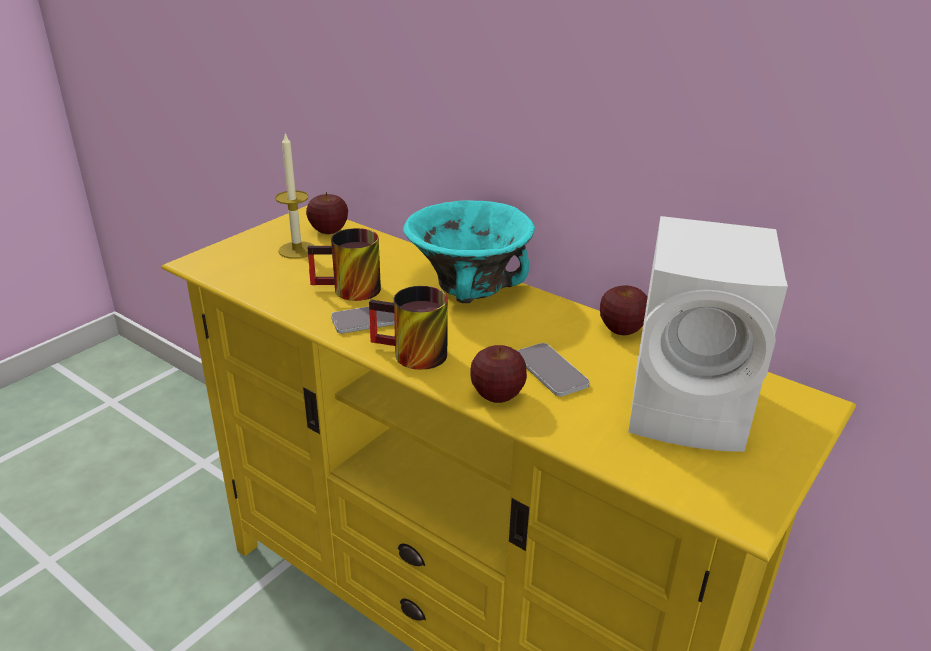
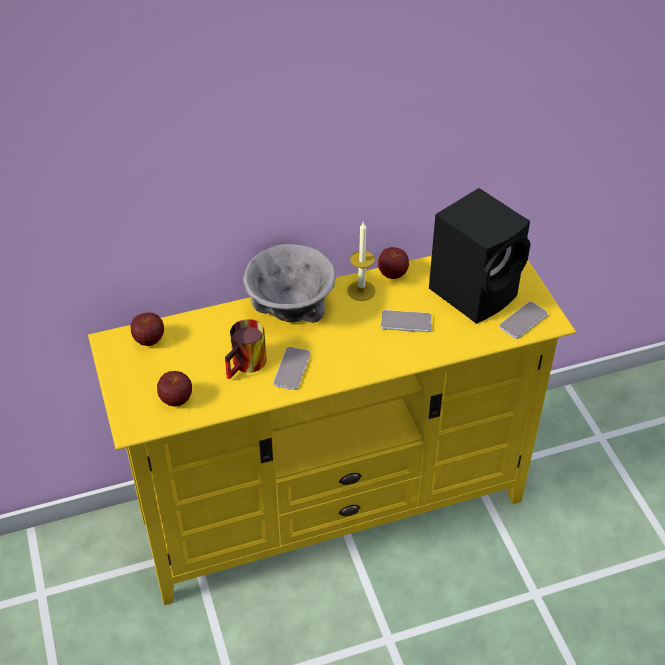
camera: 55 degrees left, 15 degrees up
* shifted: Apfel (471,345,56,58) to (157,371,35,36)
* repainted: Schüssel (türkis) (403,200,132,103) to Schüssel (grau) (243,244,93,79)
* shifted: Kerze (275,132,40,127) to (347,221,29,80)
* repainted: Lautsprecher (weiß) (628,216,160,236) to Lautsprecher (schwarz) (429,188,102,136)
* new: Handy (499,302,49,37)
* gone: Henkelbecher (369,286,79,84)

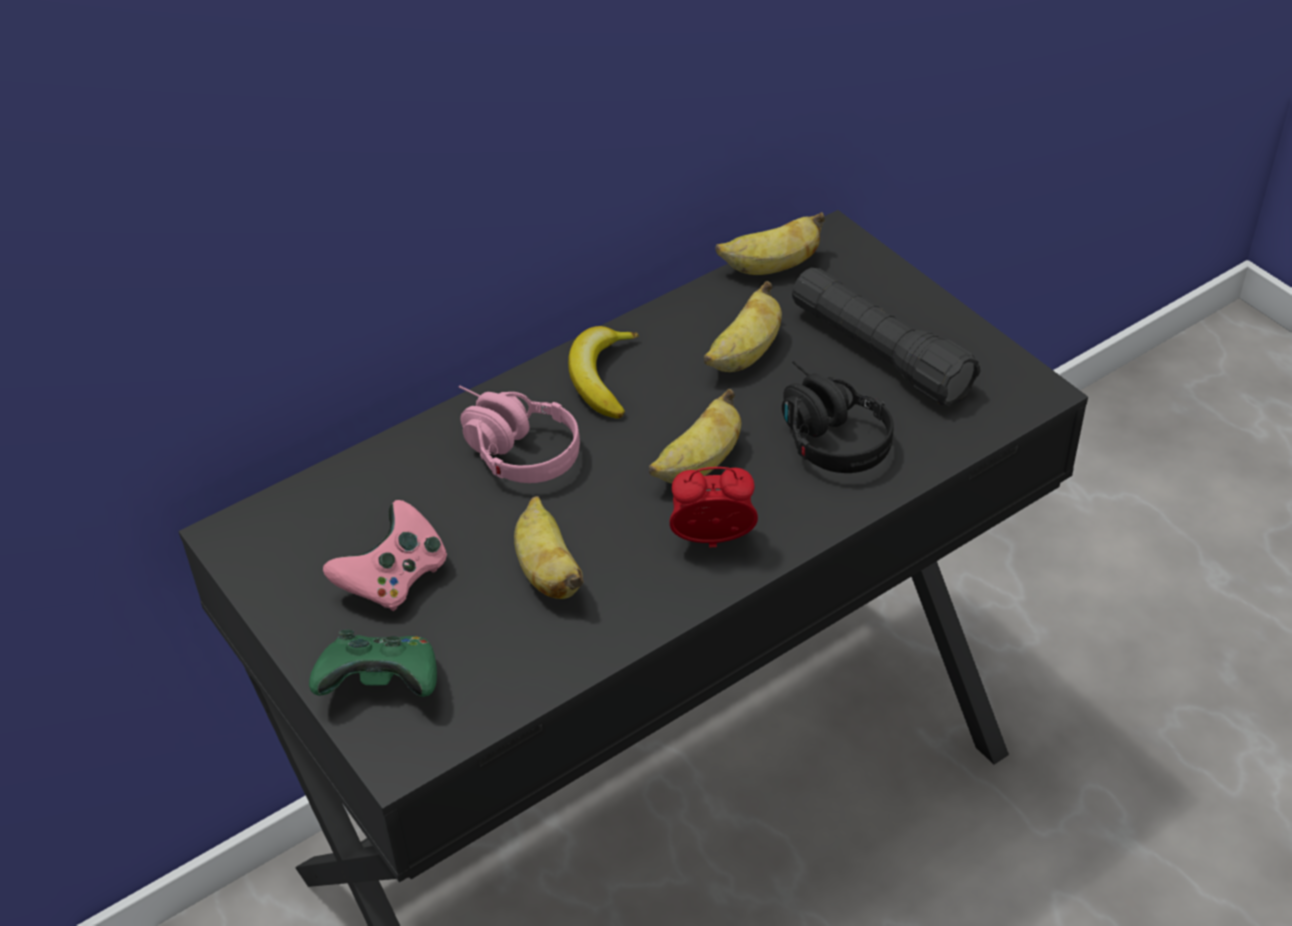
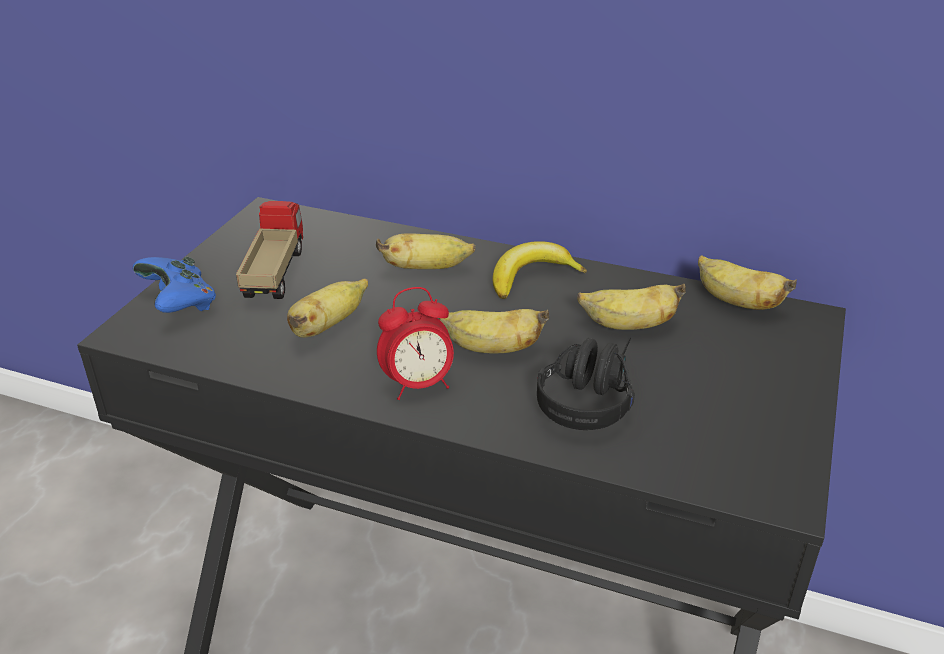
camera: 55 degrees right, 10 degrees down
* repainted: Gamepad (grün) (309,629,128,68) to Gamepad (blau) (133,257,83,56)
* swapped: Gamepad (rosa) (323,500,124,111) to Spielzeuglaster (236,201,67,98)
* swapped: Kopfhörer (rosa) (459,385,121,98) to Banane (376,233,99,36)
* rotated: Wecker (670,467,88,80) = (377,287,77,113) 105 degrees clockwise
* gone: Taschenlampe (schwarz) (792,268,189,139)

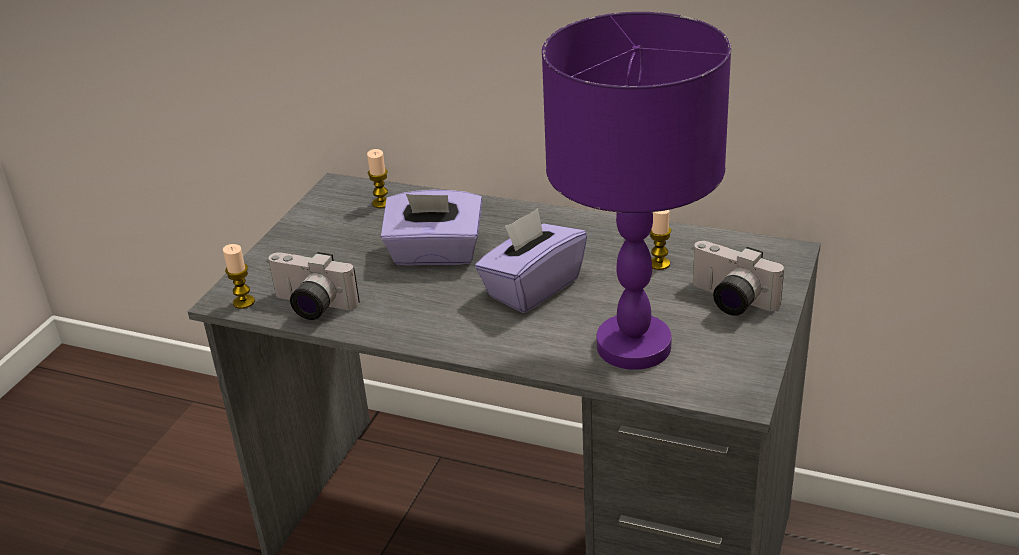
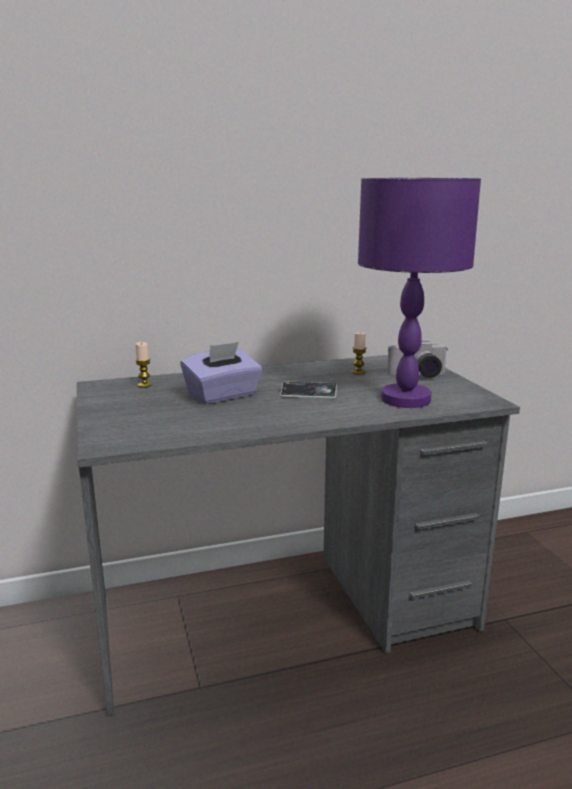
camera: 40 degrees left, 15 degrees down
* swapped: Taschentuchbox (lila) (475,208,112,105) to Handy (281,382,56,17)
* gone: Kerze (223,244,32,65)
* gone: Kamera (267,252,93,68)

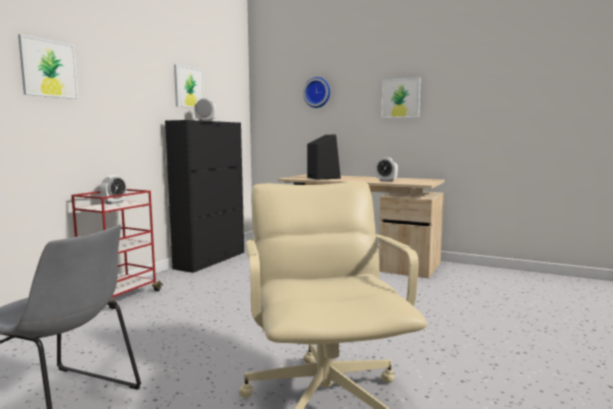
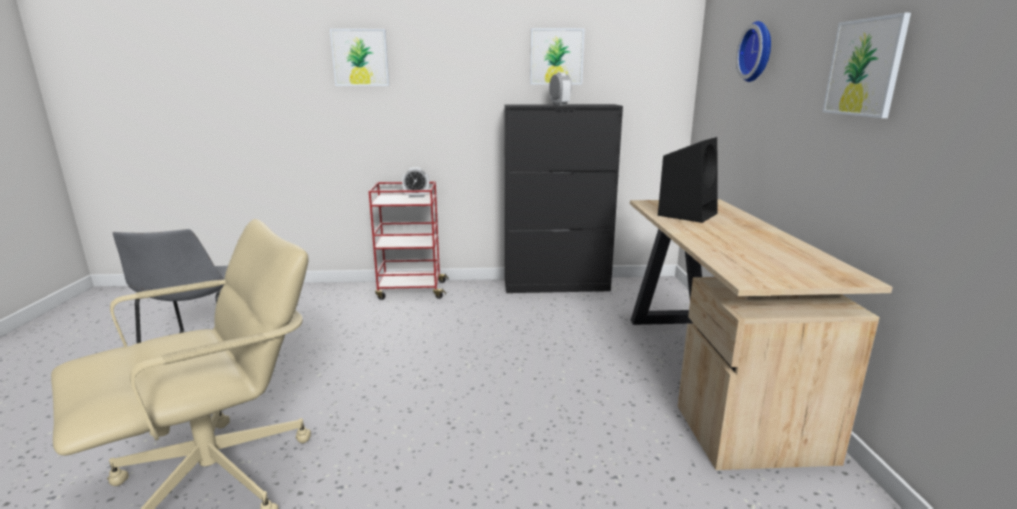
camera: 60 degrees right, 10 degrees up
* gone: Wecker (376,157,22,25)

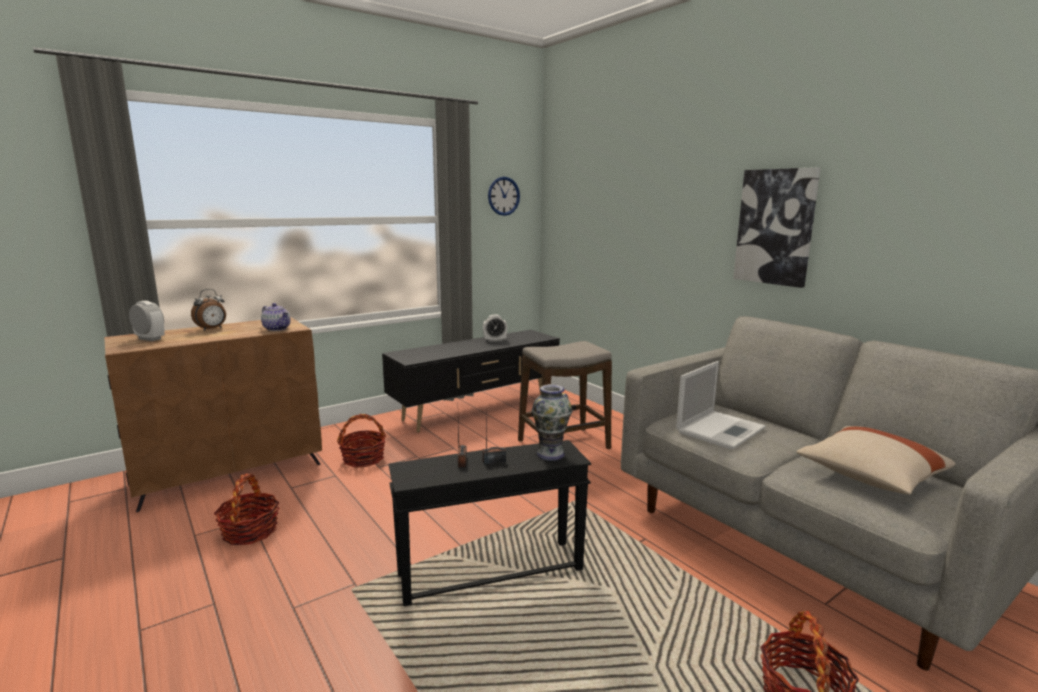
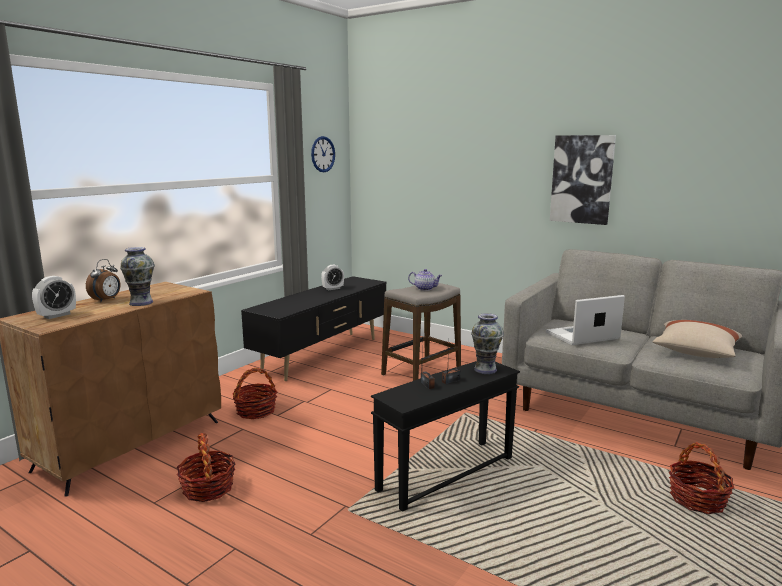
camera: 20 degrees left, 0 degrees up
* rotated: Wecker (129,301,36,40) = (32,276,44,43) 120 degrees clockwise
* new: Vase (120,247,35,59)
* shifted: Teekanne (261,303,29,28) to (408,269,35,22)
* rotated: Laptop (676,361,90,89) = (546,295,79,50) 135 degrees counterclockwise

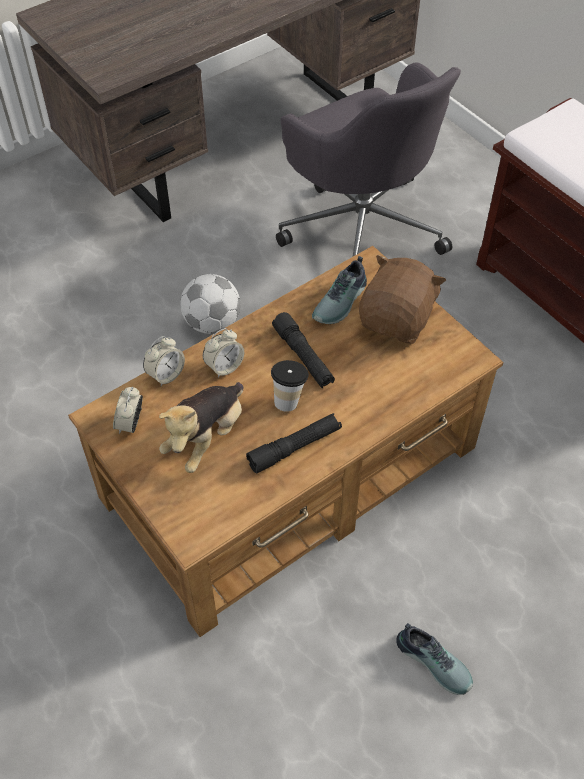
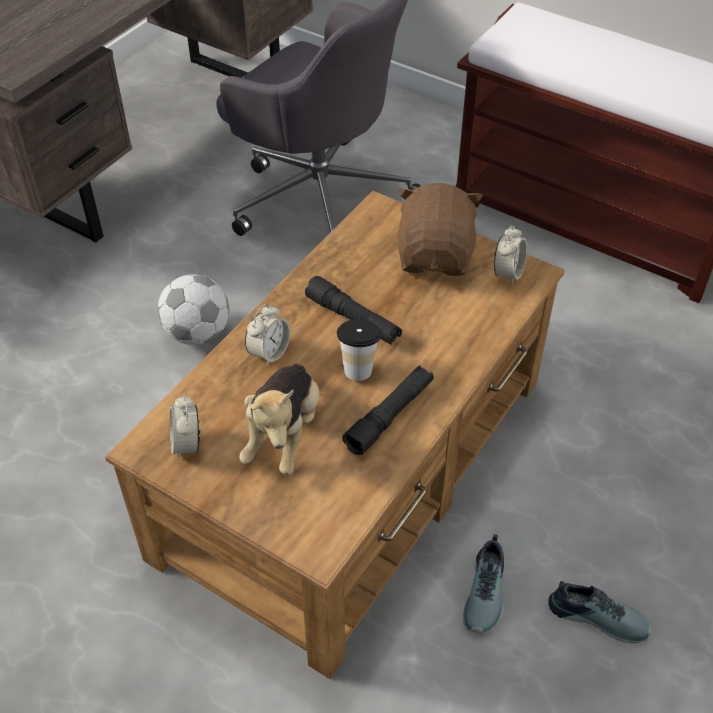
camera: 20 degrees left, 5 degrees down
* shifted: Schuh (312,256,55,68) to (463,534,41,99)
* shifted: Wecker (143,336,42,50) to (494,225,33,60)

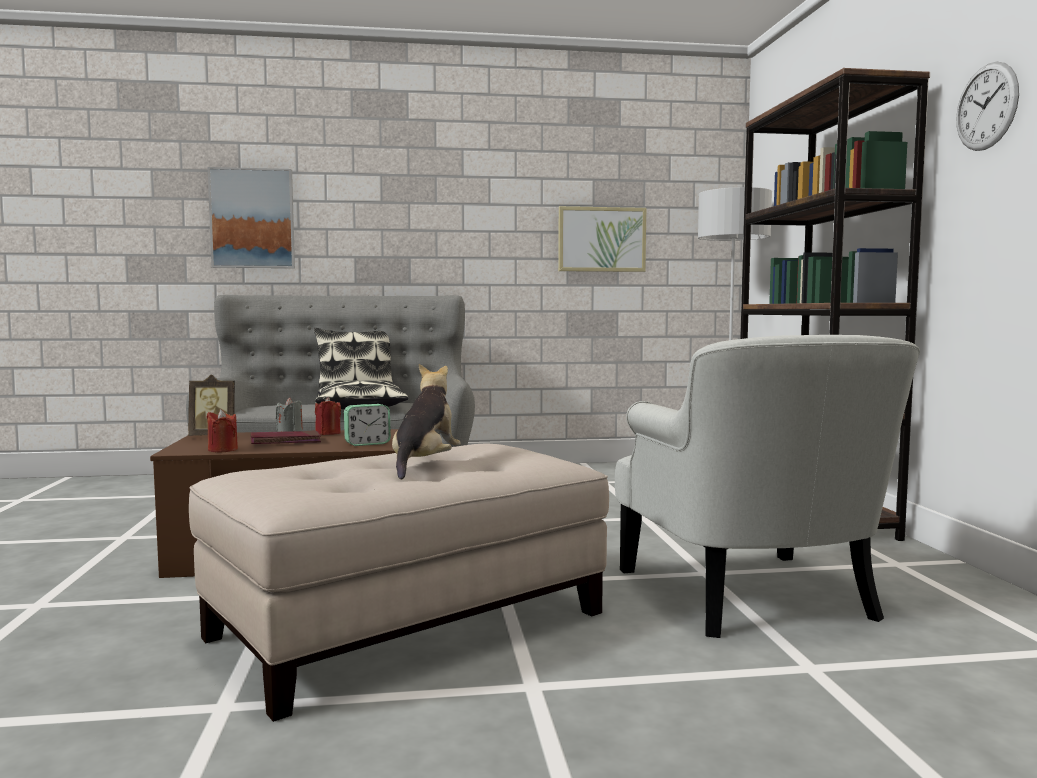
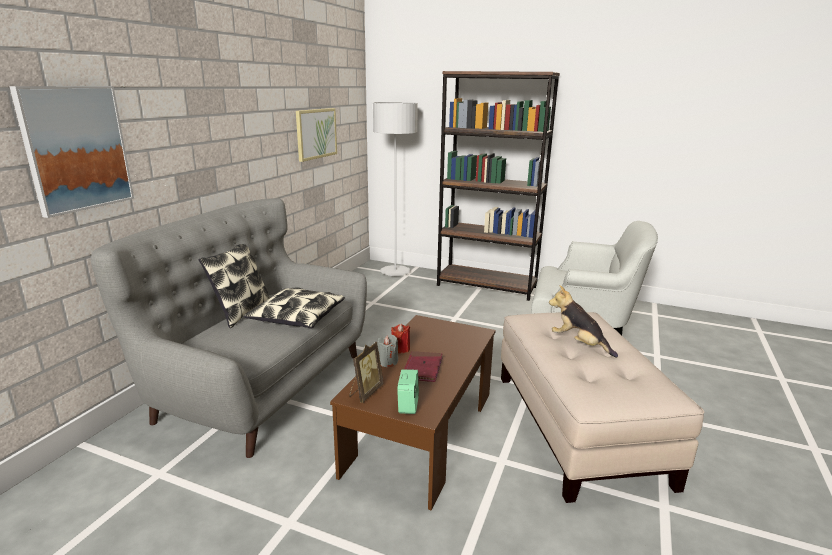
camera: 60 degrees left, 15 degrees up
* shifted: Wecker (344,404,47,42) to (397,369,22,45)
* gone: Kerze (rot) (207,409,31,43)
* gone: Wanduhr (956,62,63,89)

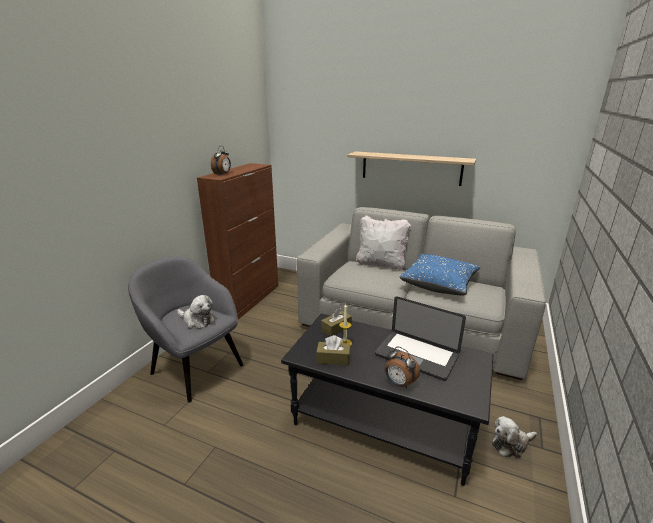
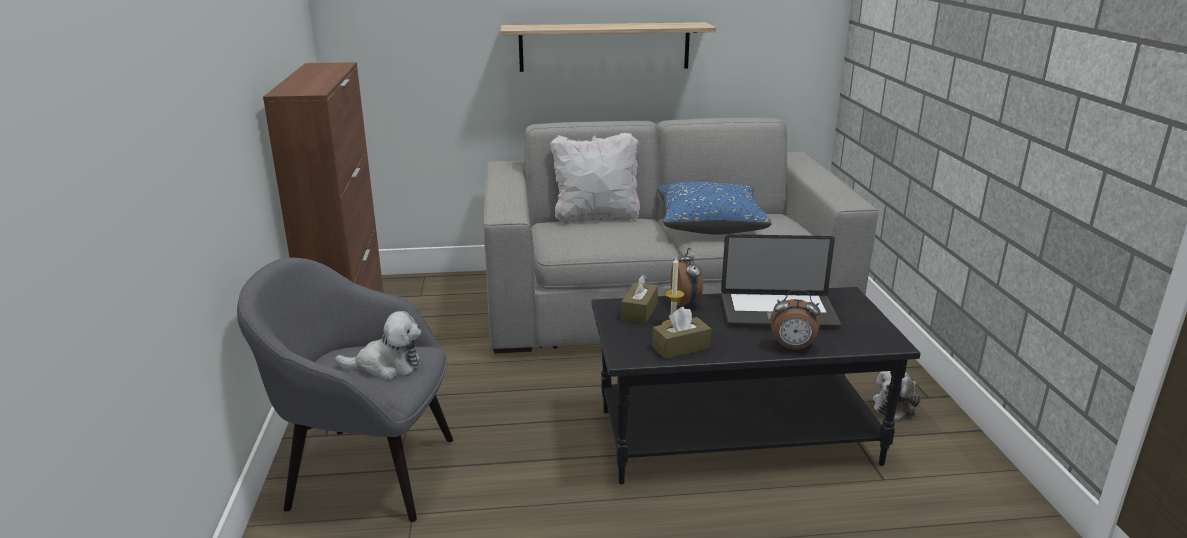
camera: 30 degrees left, 0 degrees up
* shifted: Wecker (211,146,20,30) to (671,248,32,60)

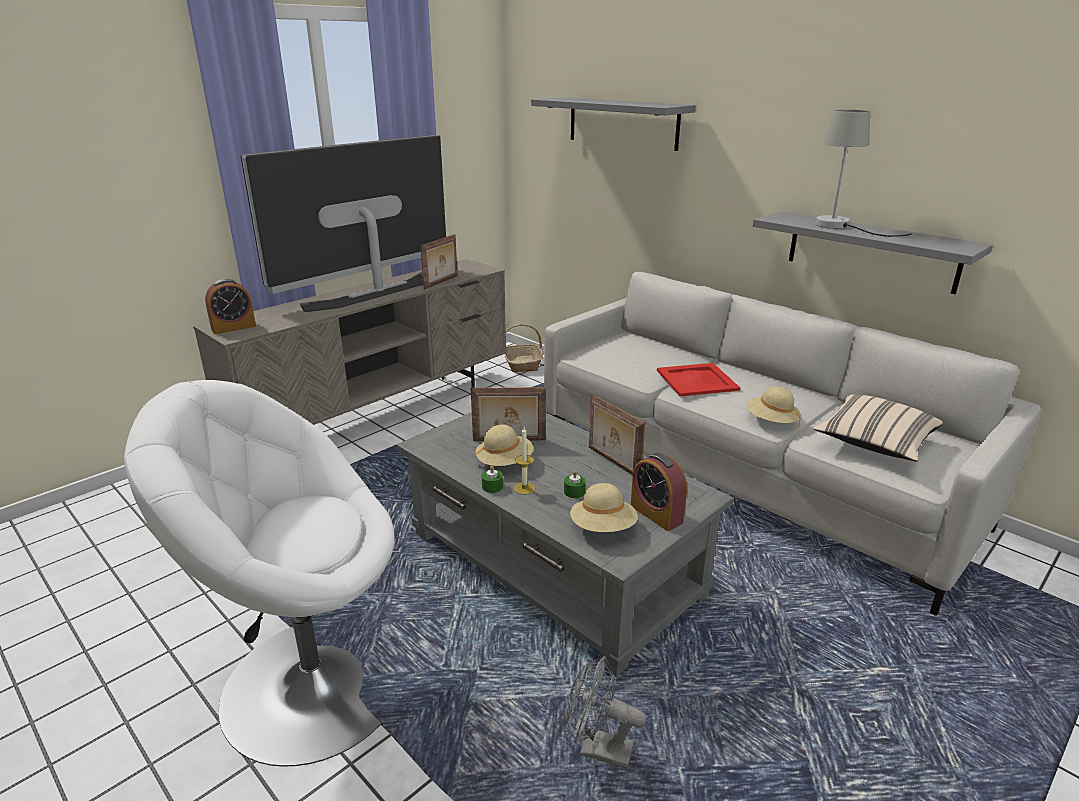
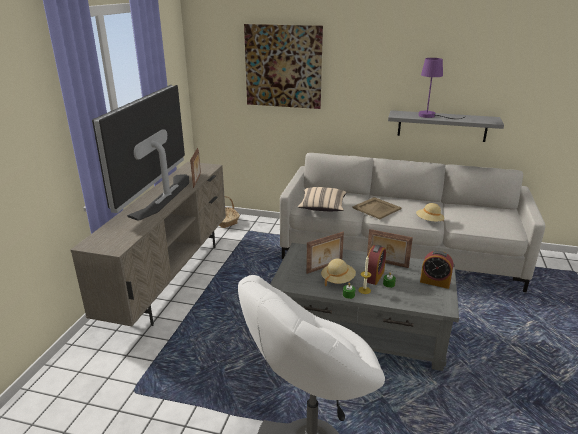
camera: 30 degrees left, 0 degrees up
* swapped: Wandregal (grau) (531,97,165,54) to Bild (244,24,79,85)
* shifted: Kissen (beige) (814,394,129,68) to (298,187,48,24)
* repainted: Tablett (rot) (657,363,83,34) to Tablett (beige) (352,197,50,22)
* shifted: Wecker (205,279,51,55) to (367,245,19,40)
* repainted: Tischlampe (grau) (815,110,97,127) to Tischlampe (lila) (419,58,46,61)
* gone: Ventilator (grau) (566,656,80,113)
* gone: Hut (beige) (570,483,68,49)

